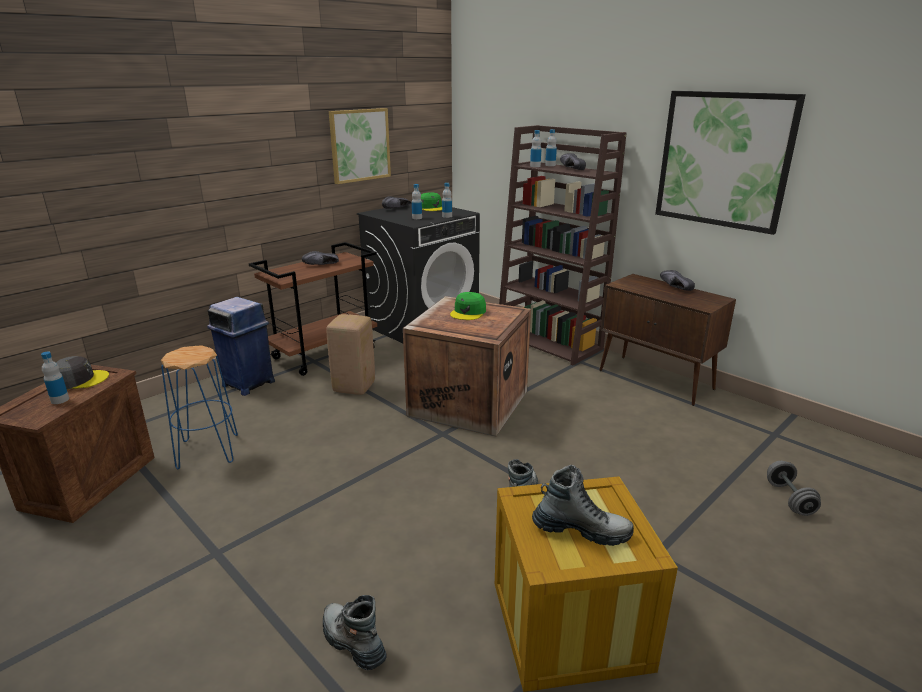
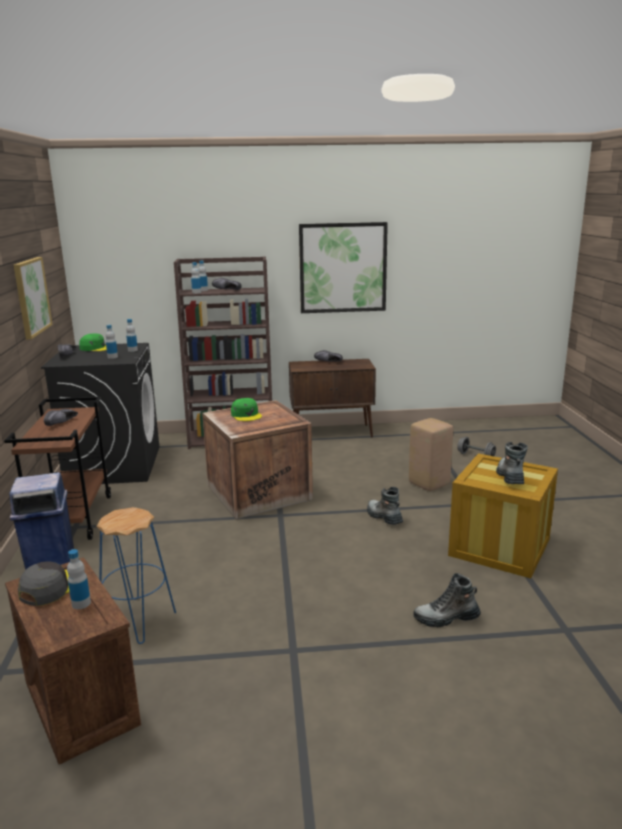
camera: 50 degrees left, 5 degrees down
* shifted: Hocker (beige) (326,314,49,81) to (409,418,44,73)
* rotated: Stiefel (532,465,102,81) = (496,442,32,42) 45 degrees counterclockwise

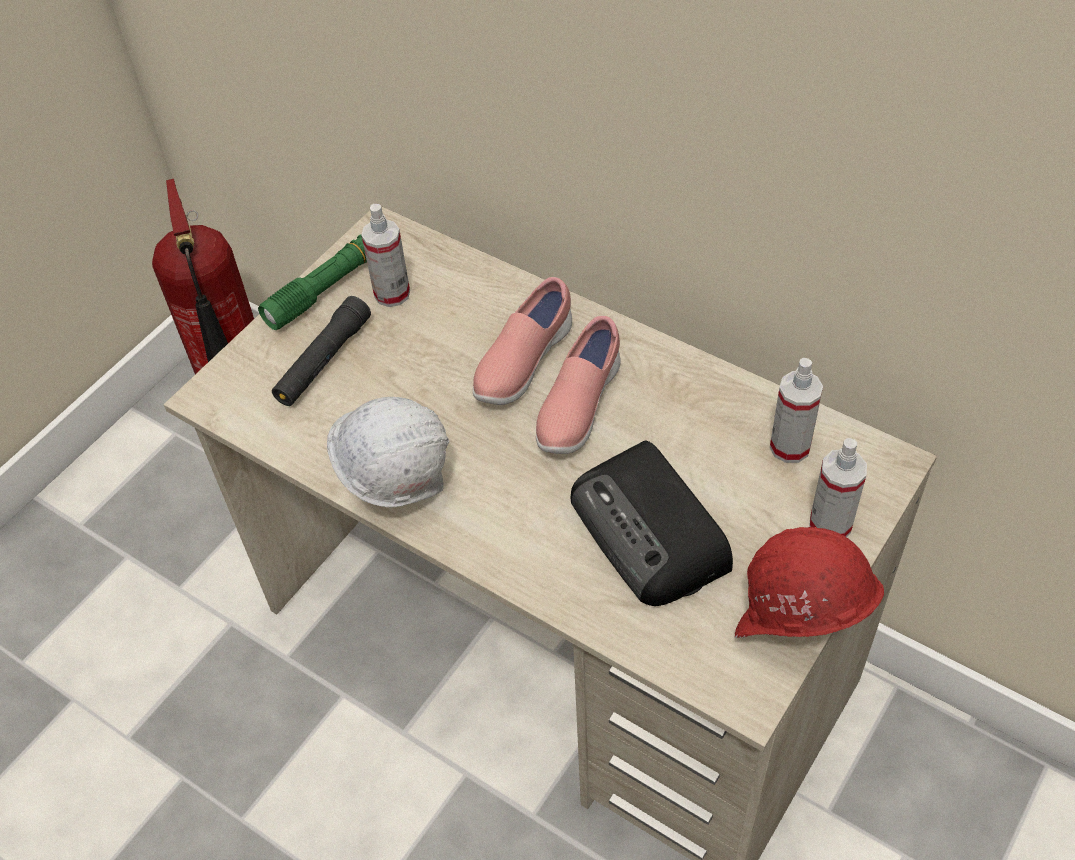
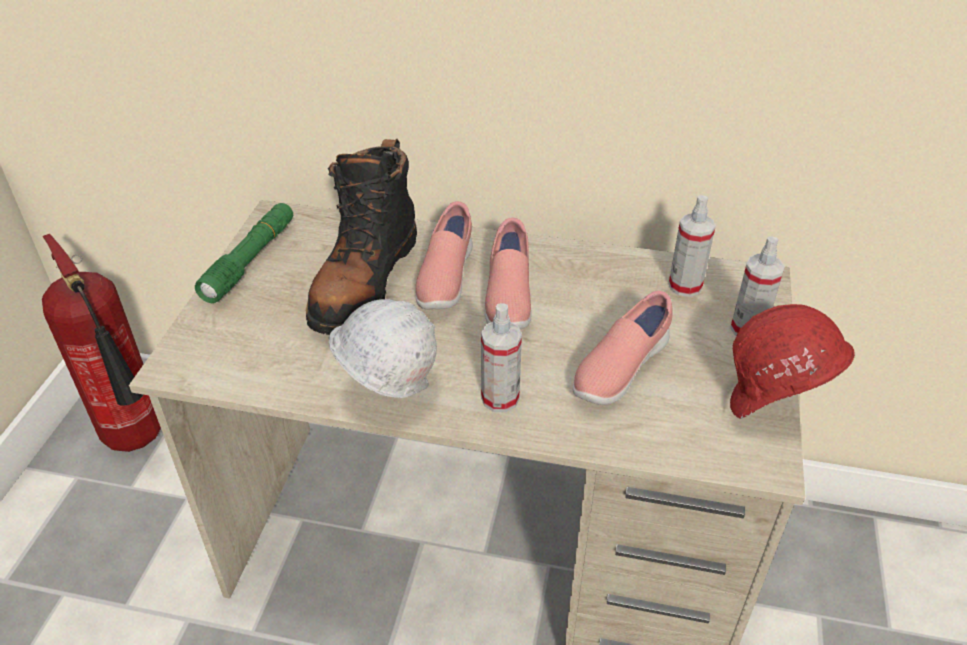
camera: 25 degrees left, 10 degrees down
* new: Stiefel (schwarz) (306,139,112,196)
* shifted: Sprühflasche (361,204,49,103) to (481,303,41,109)
* swapped: Radio (571,441,162,165) to Schuh (rosa) (572,290,101,115)
* gone: Taschenlampe (schwarz) (272,296,99,110)

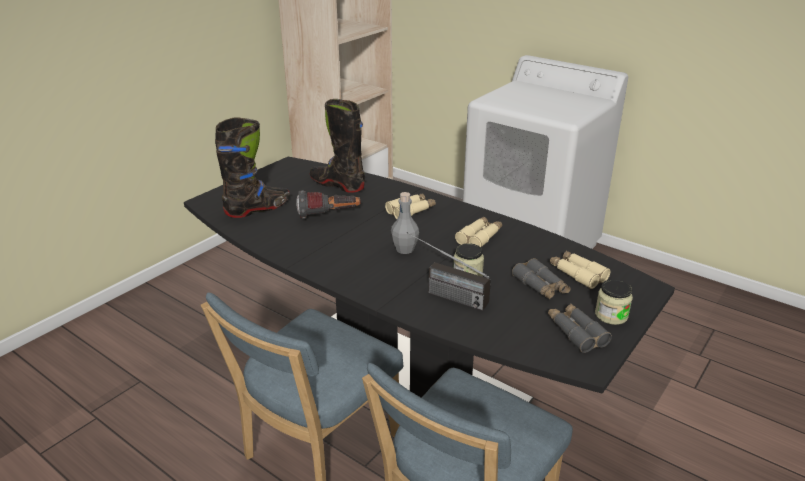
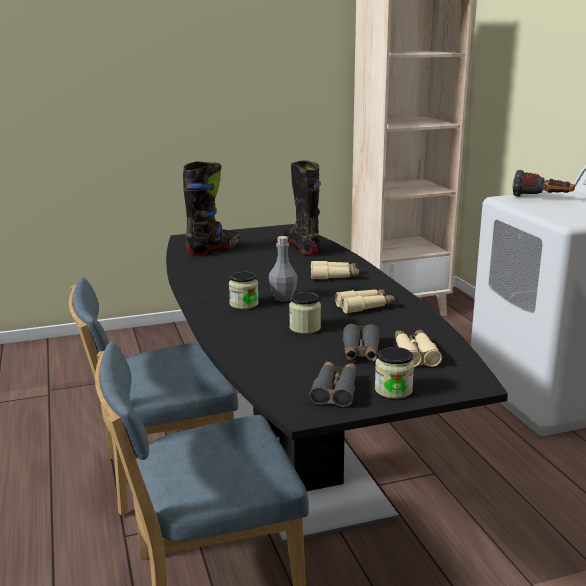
camera: 35 degrees right, 10 degrees down
* rotated: Stiefel (schwarz) (215,118,75,100) = (183,162,57,93) 45 degrees counterclockwise
* new: Vorratsglas (229,271,30,38)
* shifted: Taschenlampe (296,190,65,29) to (512,170,63,27)
* gone: Radio (407,232,84,79)

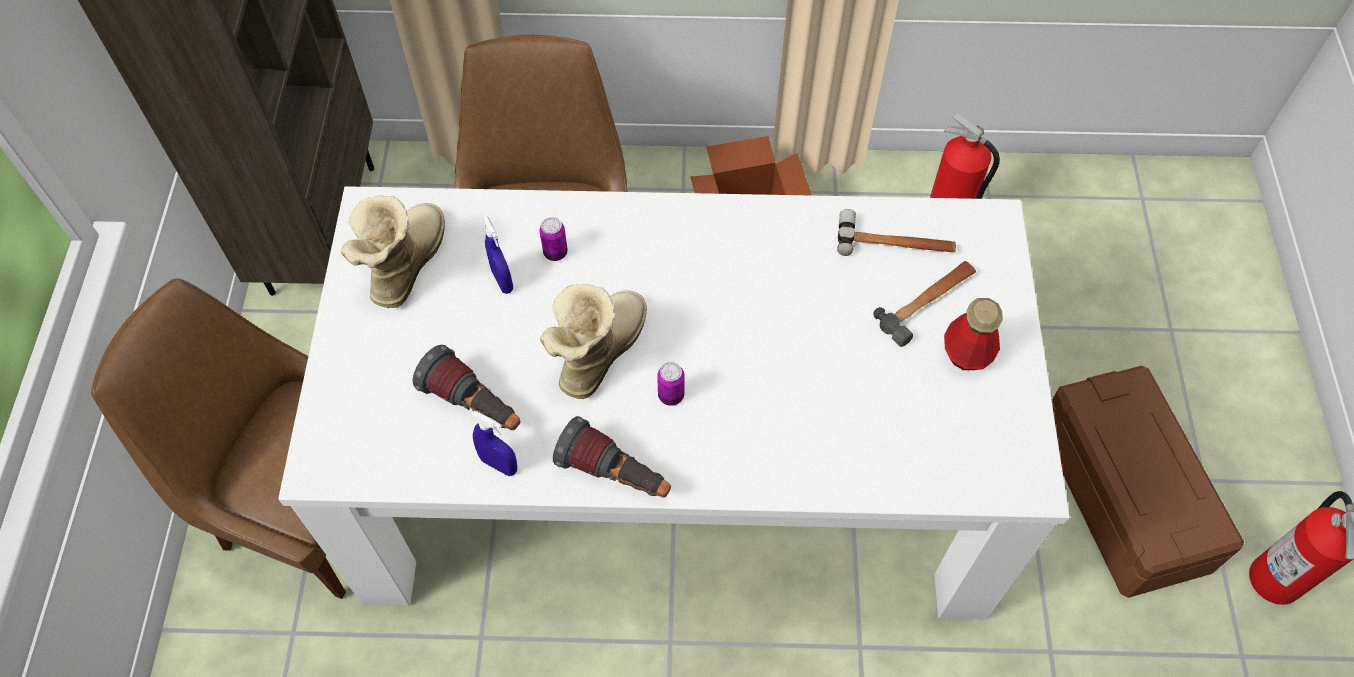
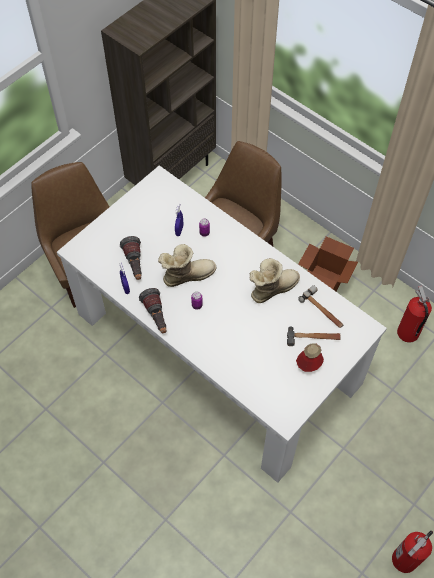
camera: 40 degrees right, 0 degrees up
* shifted: Stiefel (341,195,104,113) to (250,258,50,45)
* gone: Aufbewahrungsbox (braun) (1052,366,192,232)

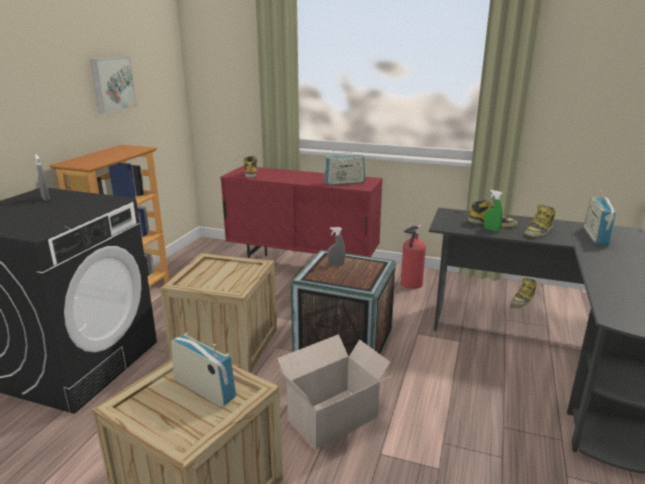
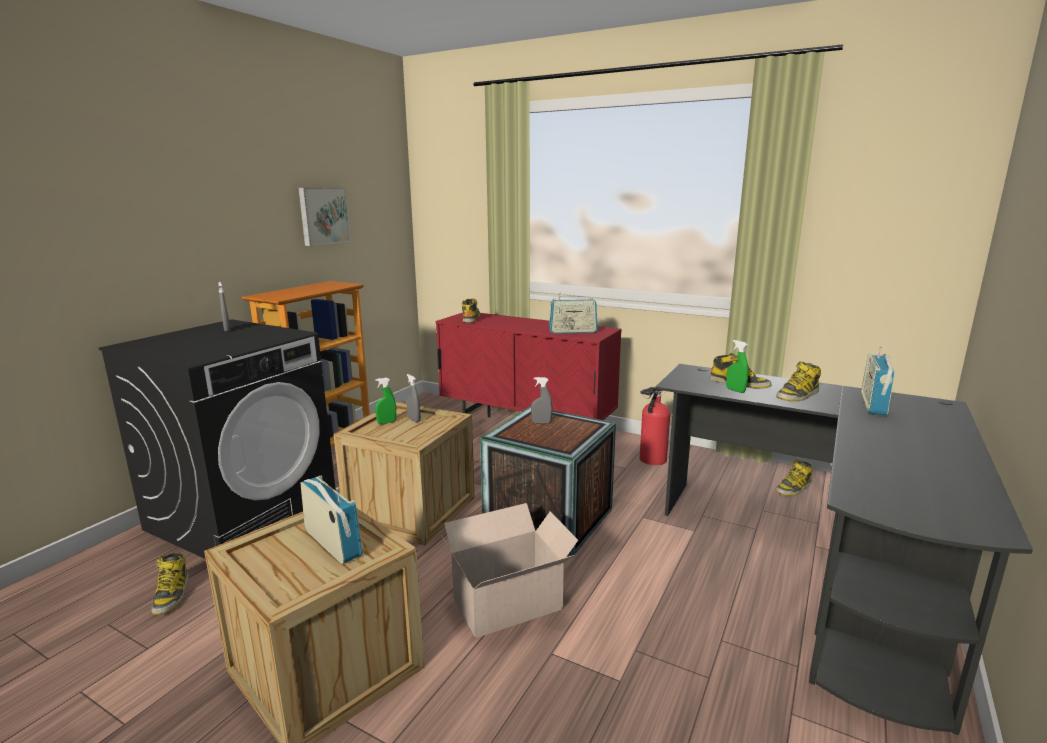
camera: 10 degrees right, 5 degrees down
* new: Stiefel (152,553,36,62)
* new: Sprühflasche (grün) (375,377,21,47)
* new: Sprühflasche (grau) (406,374,15,48)

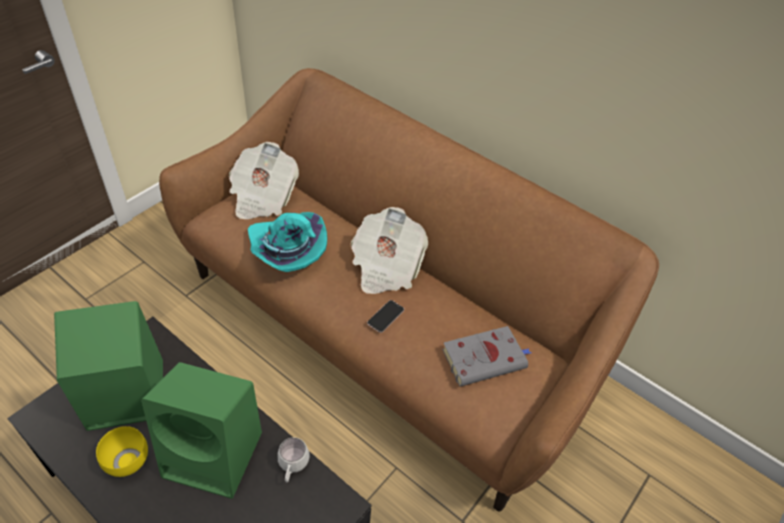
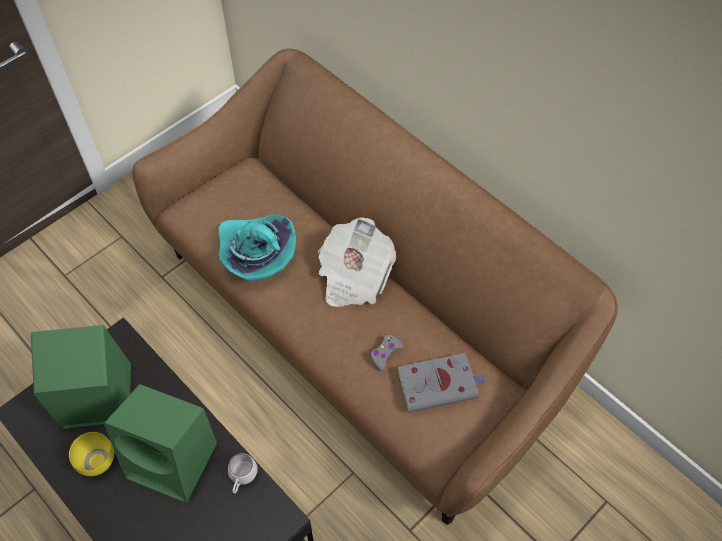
camera: 10 degrees right, 10 degrees up
* new: Gamepad (grau) (370,334,34,37)
* gone: Zeitung (229,142,70,77)
* gone: Handy (367,300,37,33)

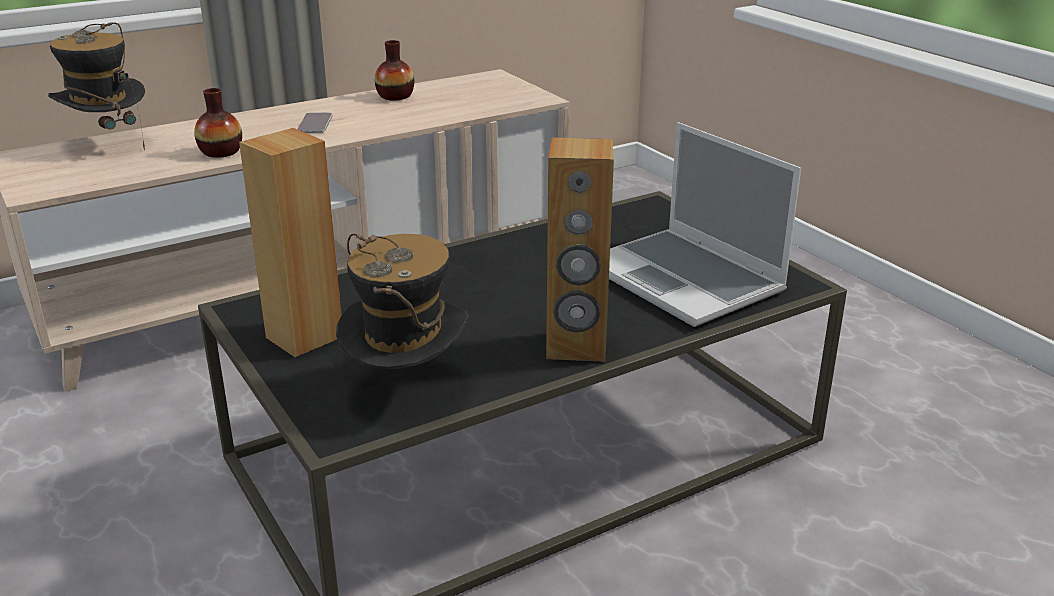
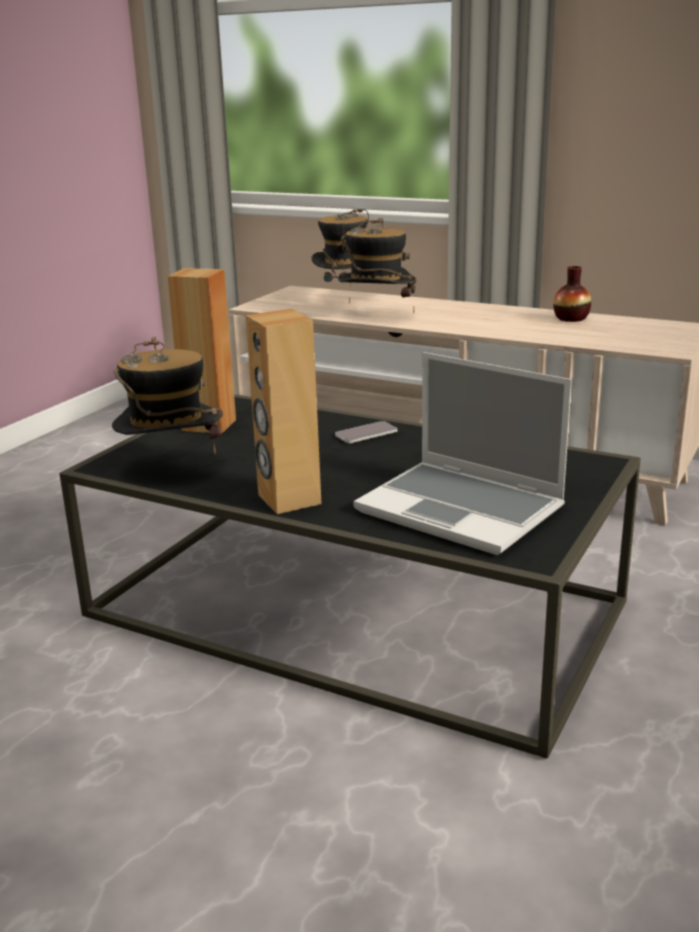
camera: 60 degrees right, 5 degrees down
* shifted: Handy (297,113,35,20) to (335,421,62,22)
* swapped: Vase (194,88,48,70) to Hut (338,218,79,96)
* rotated: Laptop (609,122,192,205) = (353,352,219,203) 75 degrees counterclockwise

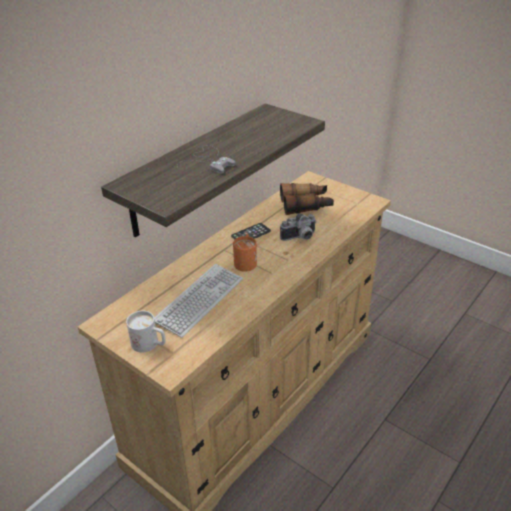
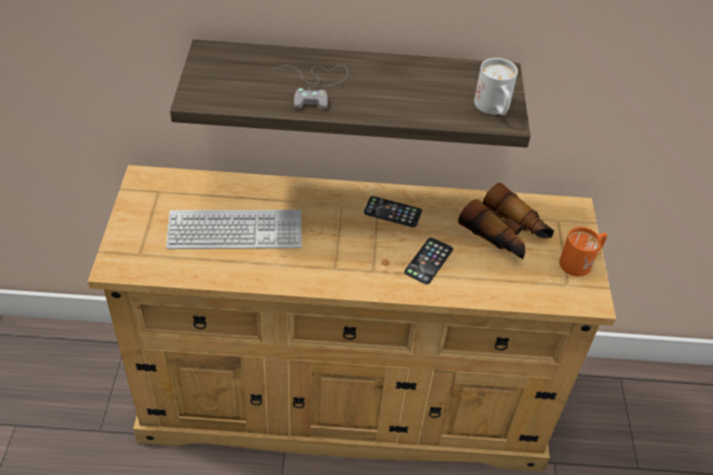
camera: 50 degrees right, 10 degrees up
* swapped: Kamera (280,213,37,28) to Handy (404,238,49,46)
* shifted: Henkelbecher (weiß) (126,311,40,42) to (474,58,44,57)
* shifted: Henkelbecher (orange) (233,234,24,38) to (559,227,48,50)

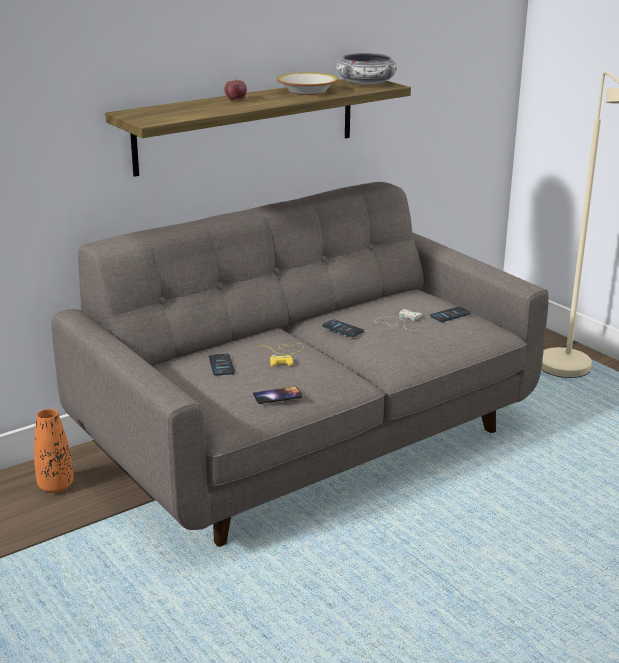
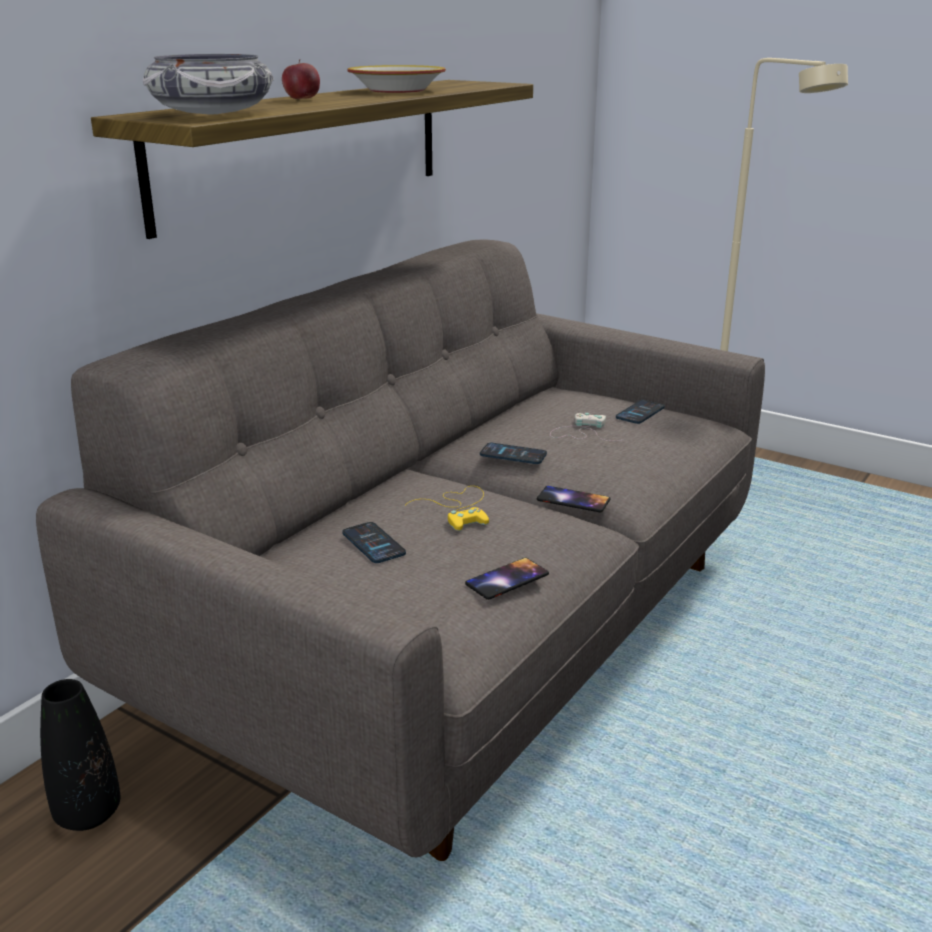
camera: 20 degrees left, 0 degrees up
* repainted: Vase (orange) (34,409,40,84) to Vase (schwarz) (40,679,80,152)
* shifted: Schüssel (336,53,61,32) to (143,54,131,60)
* new: Handy (537,486,74,26)

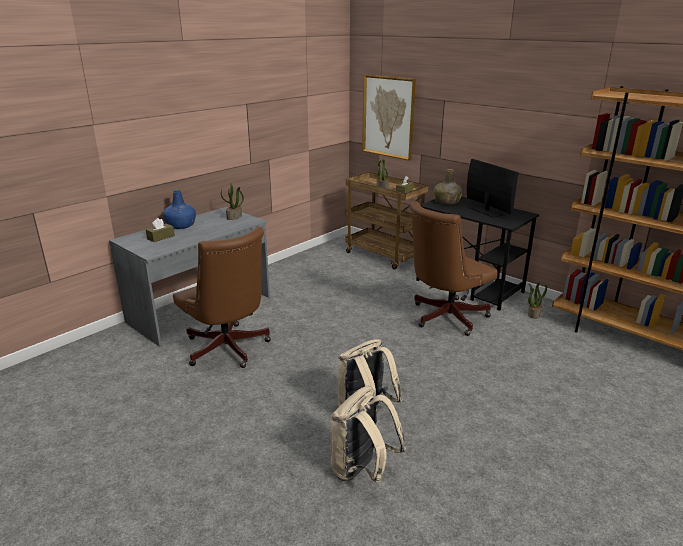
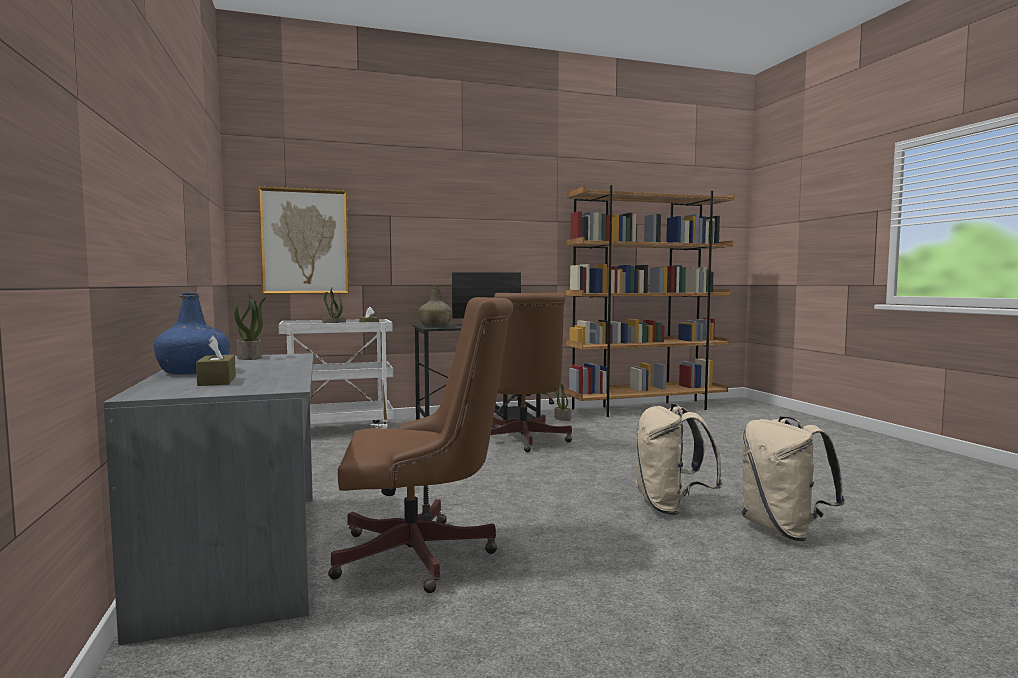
camera: 60 degrees left, 20 degrees down
* repainted: Rollwagen (braun) (345,172,84,98) to Rollwagen (weiß) (278,319,116,110)

